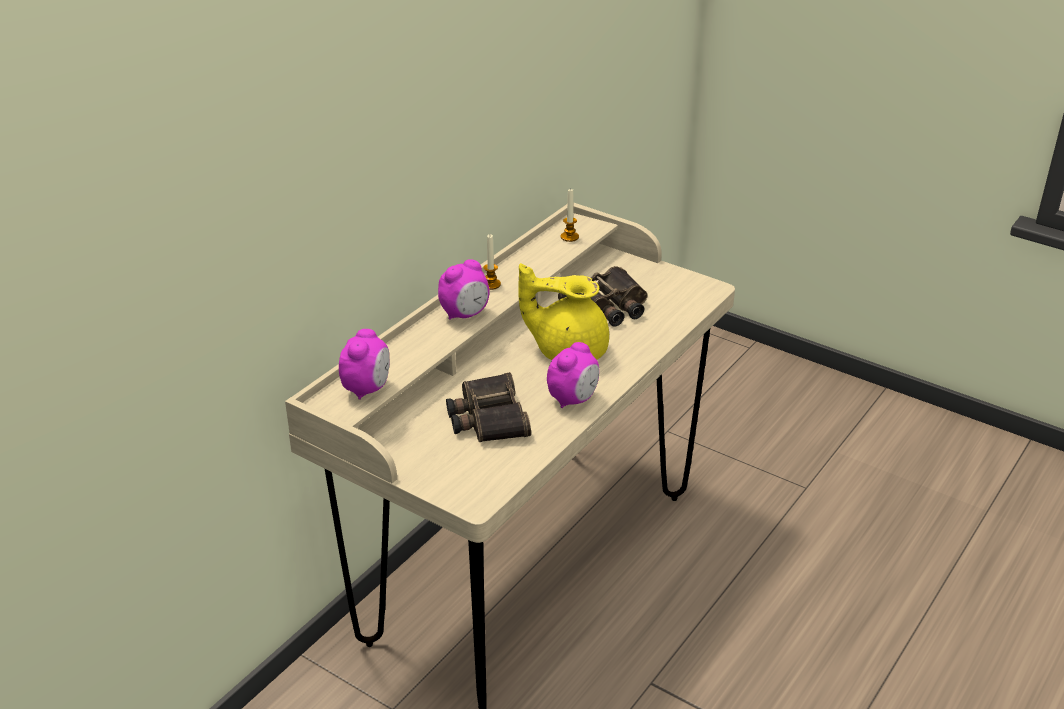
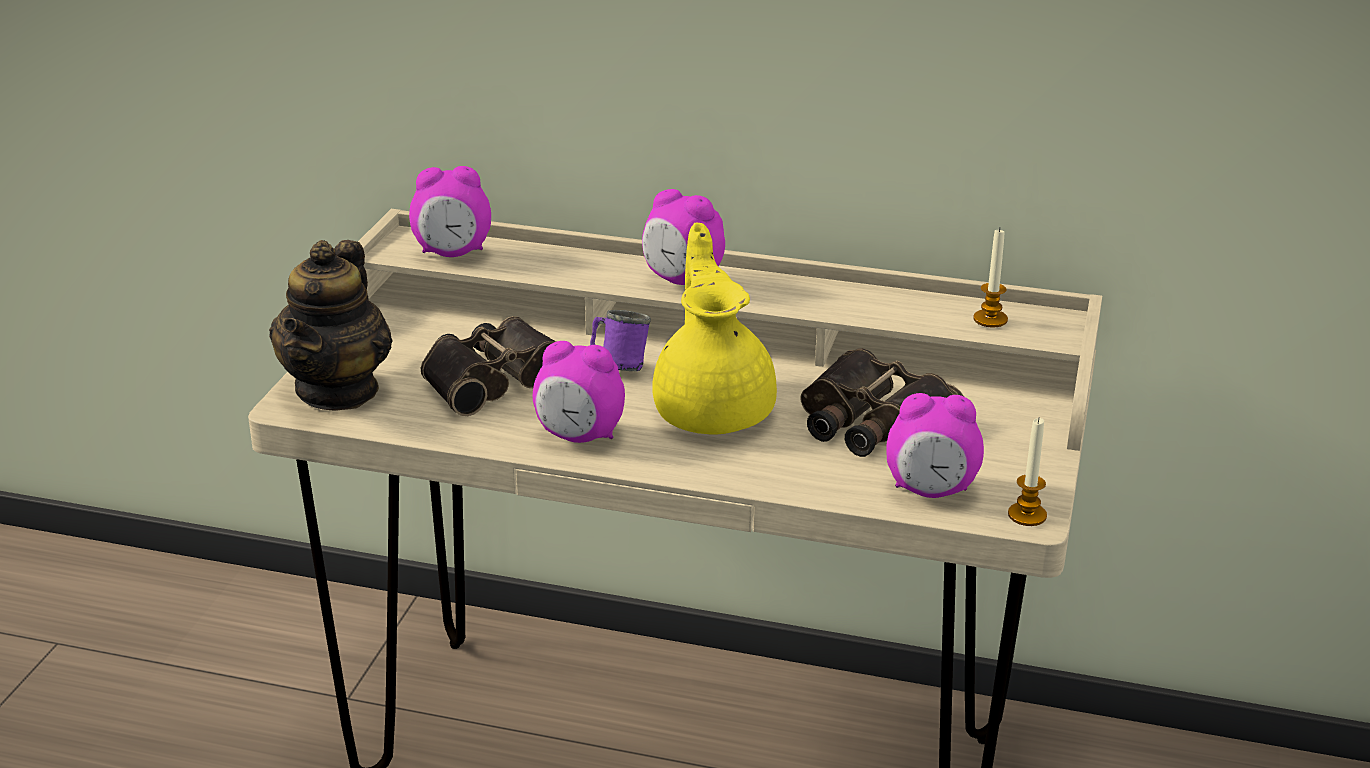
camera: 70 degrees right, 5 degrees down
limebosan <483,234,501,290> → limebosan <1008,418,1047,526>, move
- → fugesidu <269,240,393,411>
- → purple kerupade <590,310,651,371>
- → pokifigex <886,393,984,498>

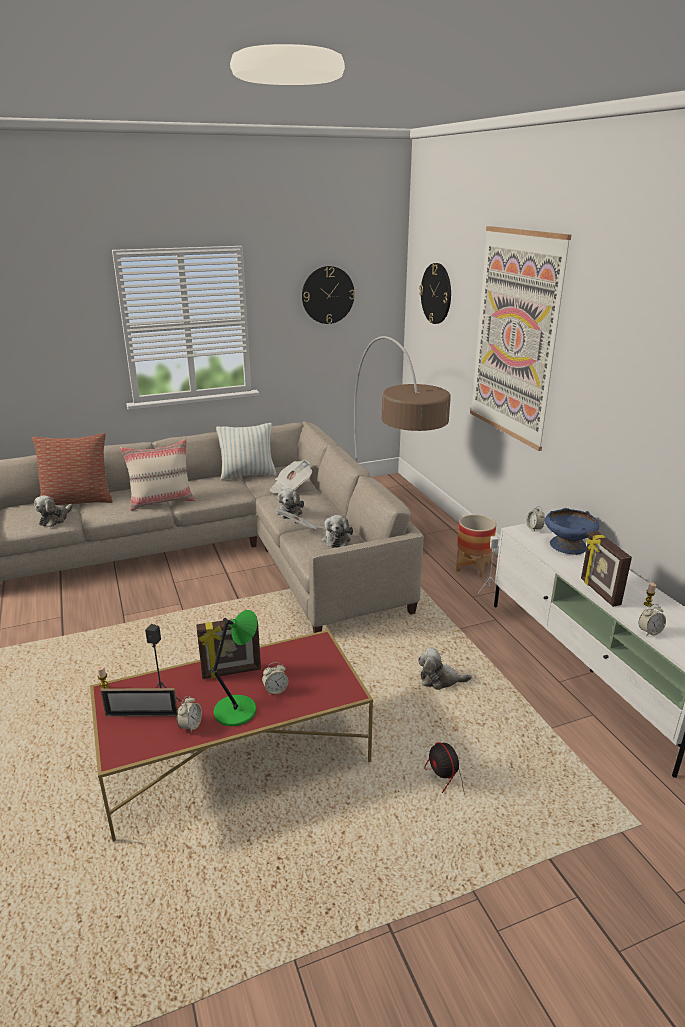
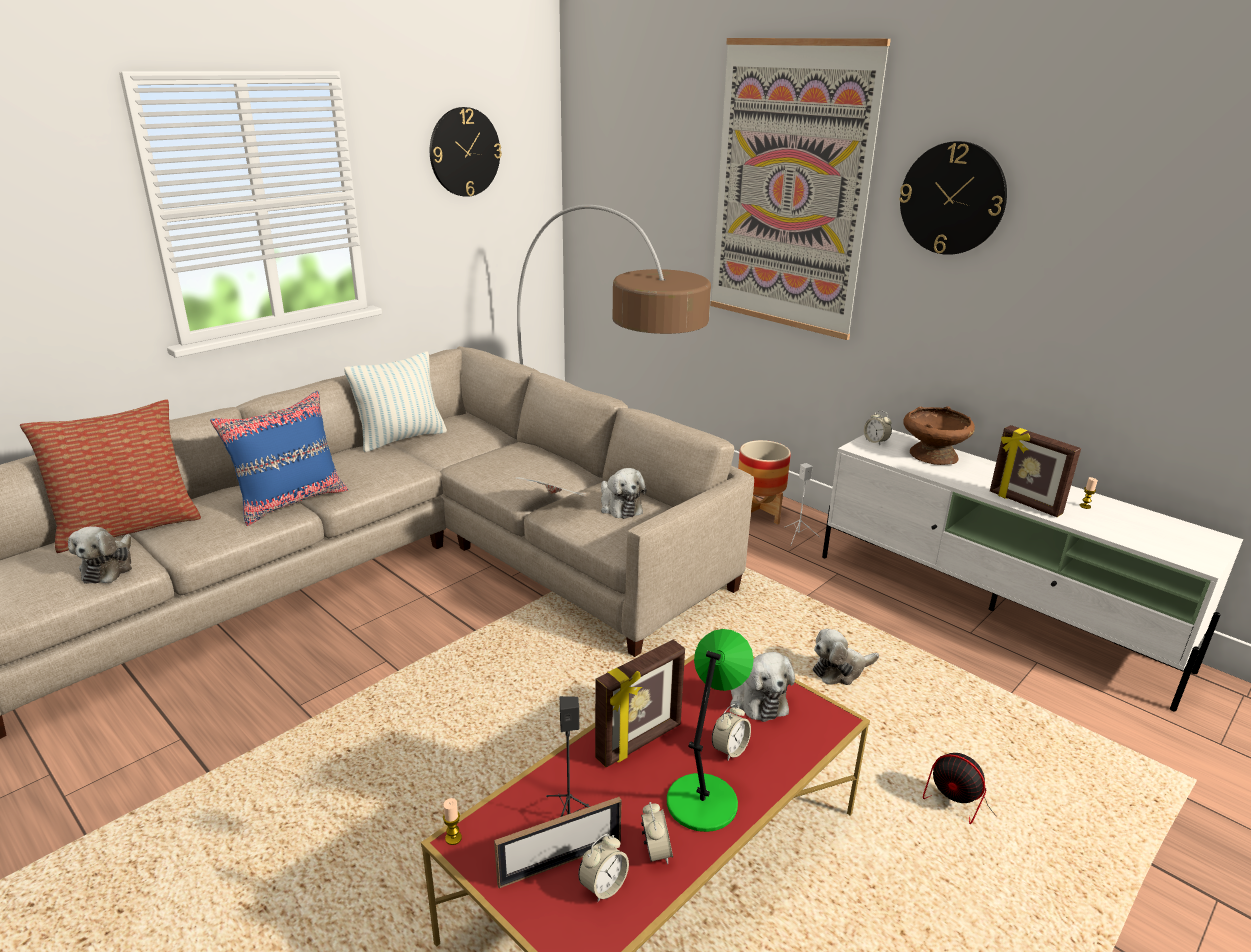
camera: 25 degrees left, 0 degrees up
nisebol <419,263,451,324> → nisebol <899,141,1007,255>, move
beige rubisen <120,439,195,511> → blue rubisen <210,391,348,526>
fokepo <269,460,312,493> → -
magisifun <277,489,304,519> → magisifun <730,652,795,722>, move
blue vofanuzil <545,508,599,555> → brown vofanuzil <903,406,975,465>
pokifigex <638,604,666,636> → pokifigex <578,834,629,902>, move

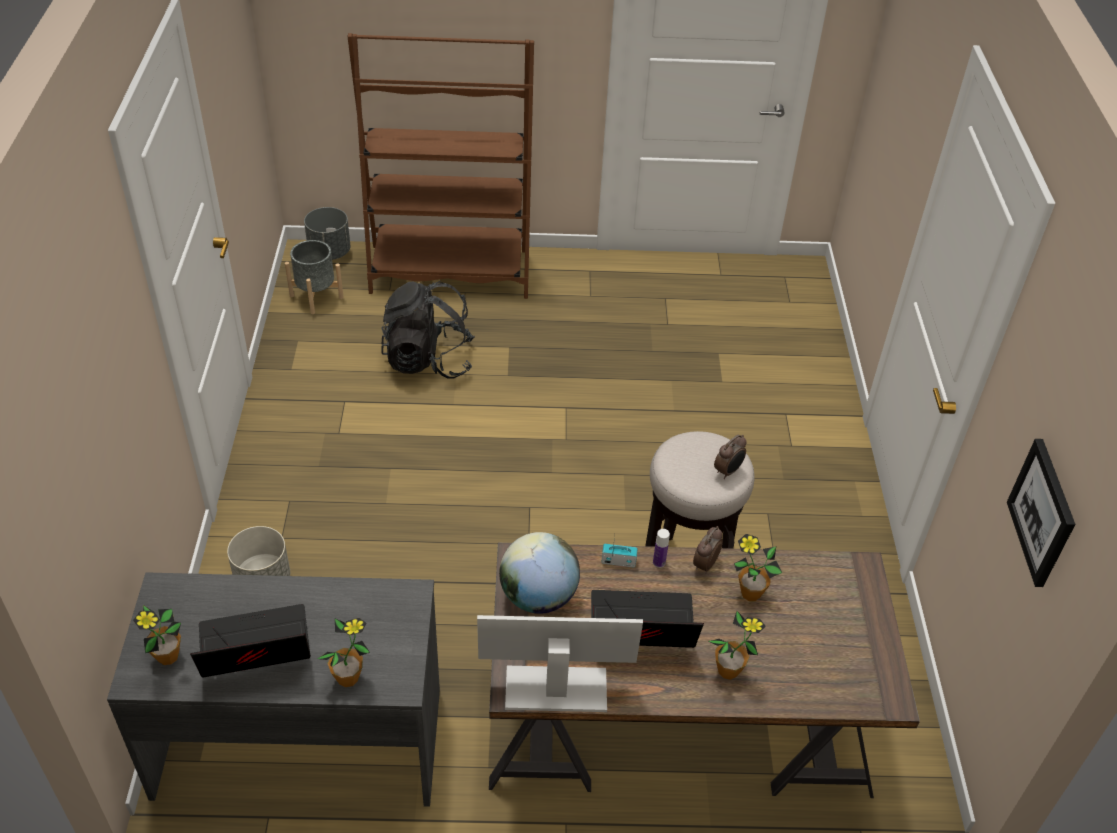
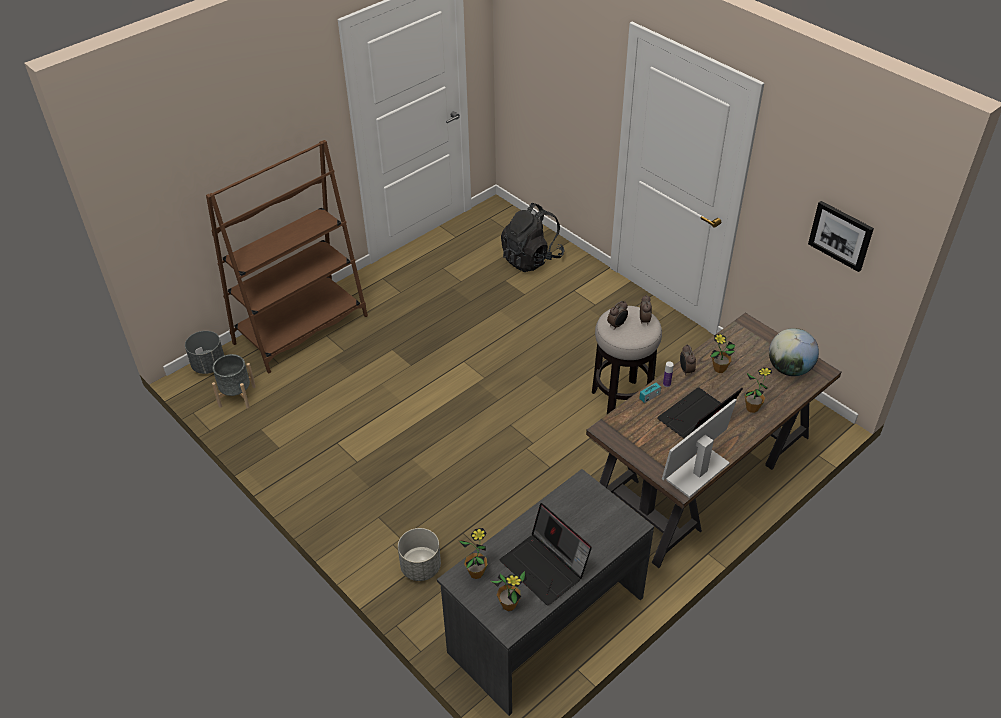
camera: 40 degrees left, 0 degrees up
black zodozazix <381,281,475,379> → black zodozazix <501,203,564,272>, move
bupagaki <499,532,580,614> → bupagaki <769,328,819,376>, move
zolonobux <190,604,311,677> → zolonobux <500,503,592,606>, 75 degrees counterclockwise
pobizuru <318,618,370,687> → pobizuru <459,528,488,579>, move
- → pokifigex <607,301,628,330>

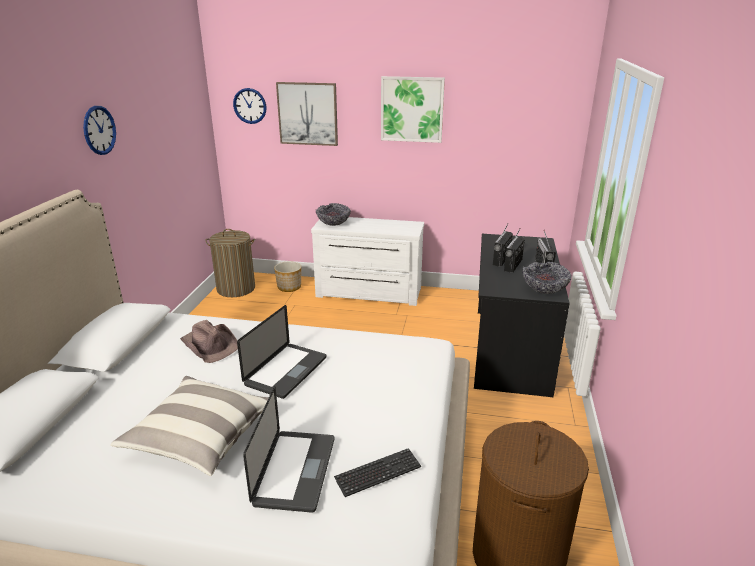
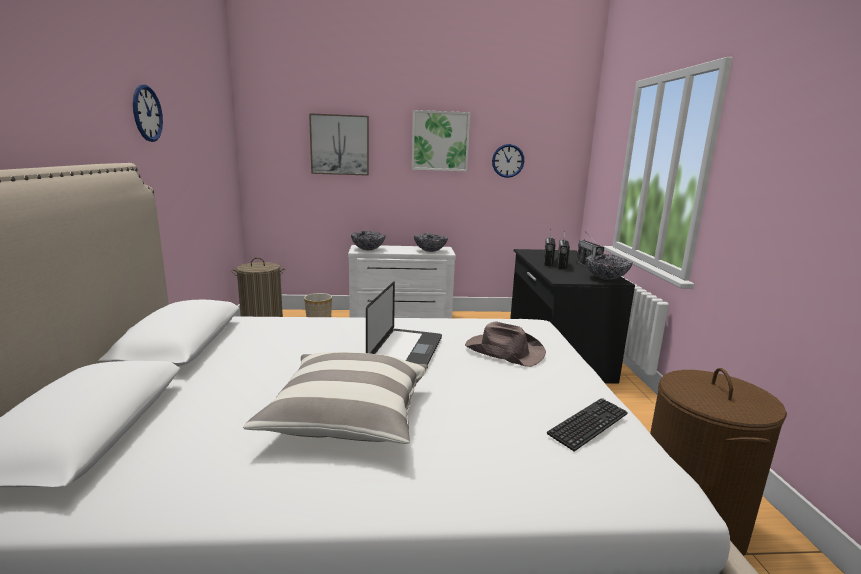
camera: 15 degrees left, 10 degrees down
nisebol <233,88,267,124> → nisebol <492,144,524,178>, move
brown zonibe <180,320,238,363> → brown zonibe <465,322,546,367>, move
zolonobux <243,386,334,513> → -
- → vofanuzil <414,233,448,252>

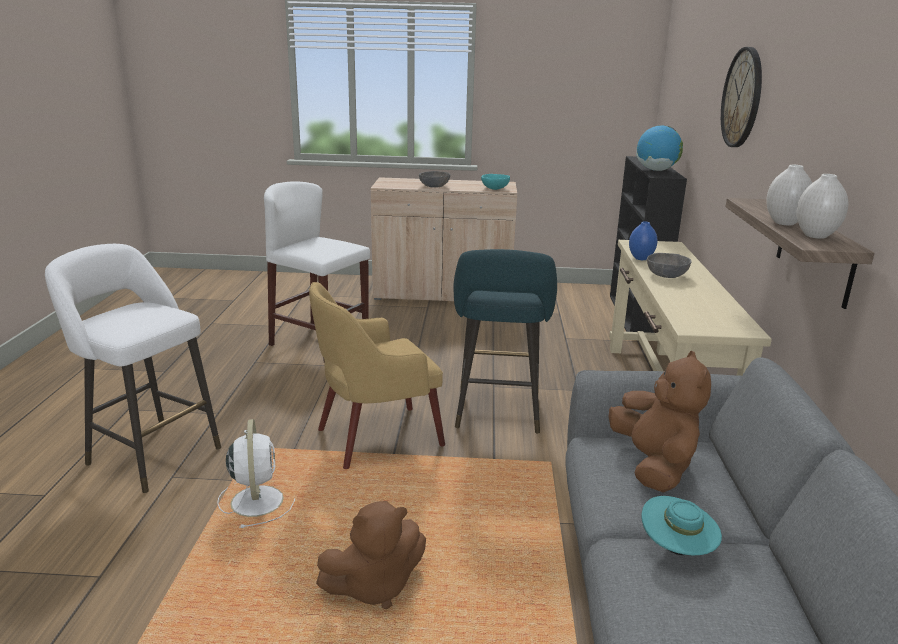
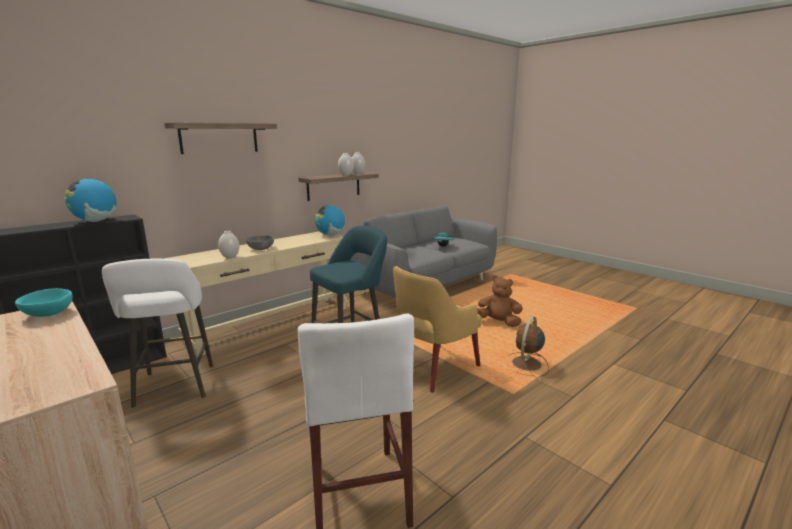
camera: 135 degrees left, 5 degrees down
nisebol <721,47,762,147> → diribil <164,122,277,154>
grey vofanuzil <419,171,450,188> → -
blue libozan <629,221,657,260> → white libozan <218,231,239,259>
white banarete <45,244,221,493> → white banarete <102,259,213,408>, move
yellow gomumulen <309,282,445,469> → yellow gomumulen <393,266,482,393>, 120 degrees clockwise
brown magisifun <609,351,711,493> → -
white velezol <217,419,295,528> → brown velezol <507,316,549,377>
- → bupagaki <315,205,345,236>

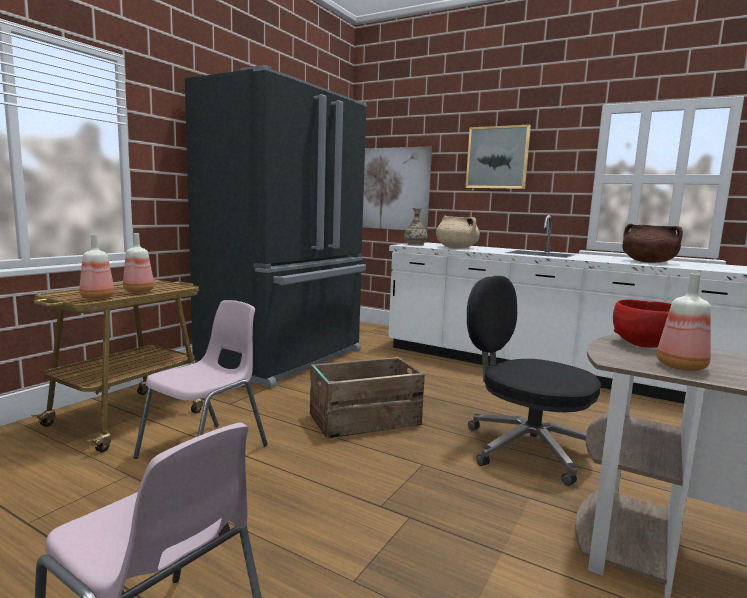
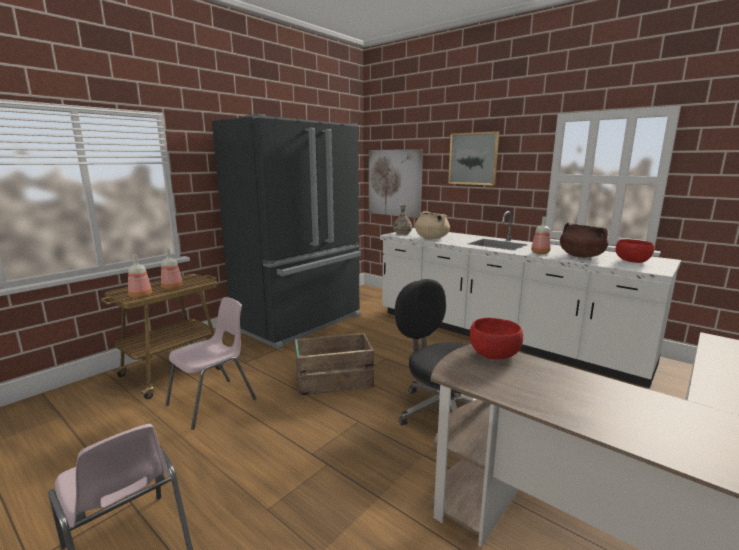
camera: 10 degrees right, 5 degrees up
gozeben <657,273,711,371> → gozeben <531,217,550,254>, move
- → red vofanuzil <616,239,654,263>

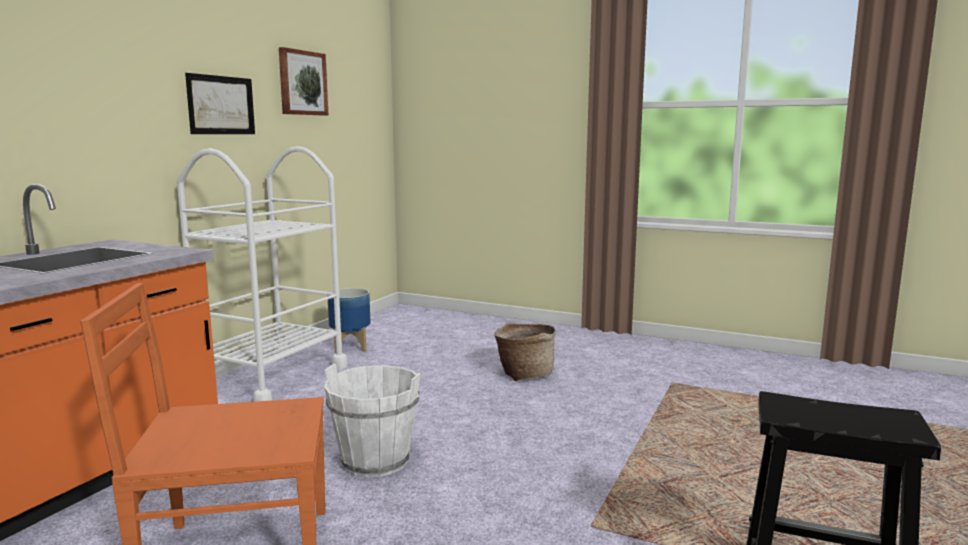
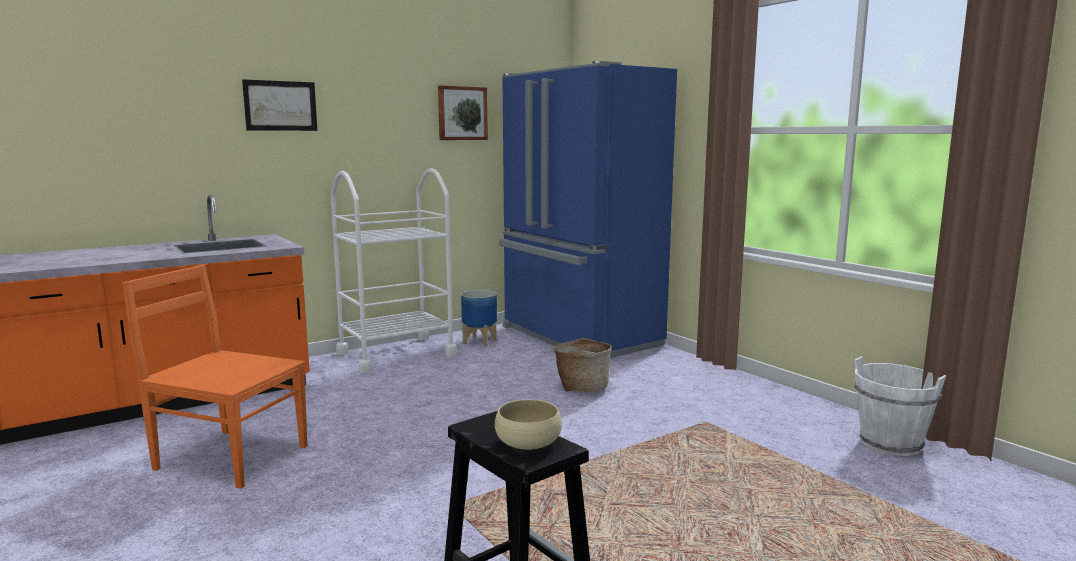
camera: 30 degrees right, 0 degrees up
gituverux <185,73,255,134> → gituverux <242,79,317,131>, move
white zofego <324,364,421,478> → white zofego <854,357,946,456>, move
- → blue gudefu <499,61,677,358>
- → beige vofanuzil <495,399,562,450>

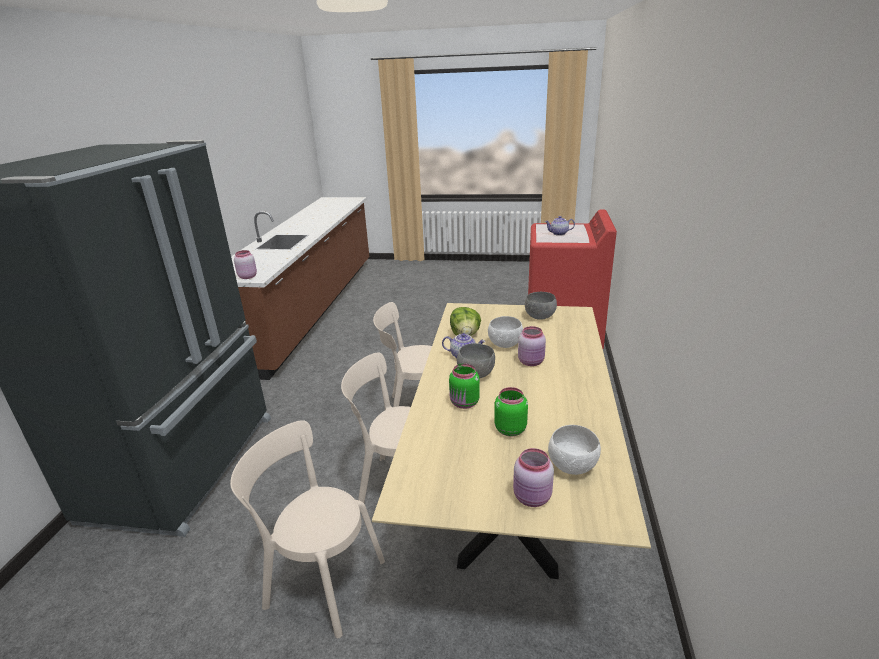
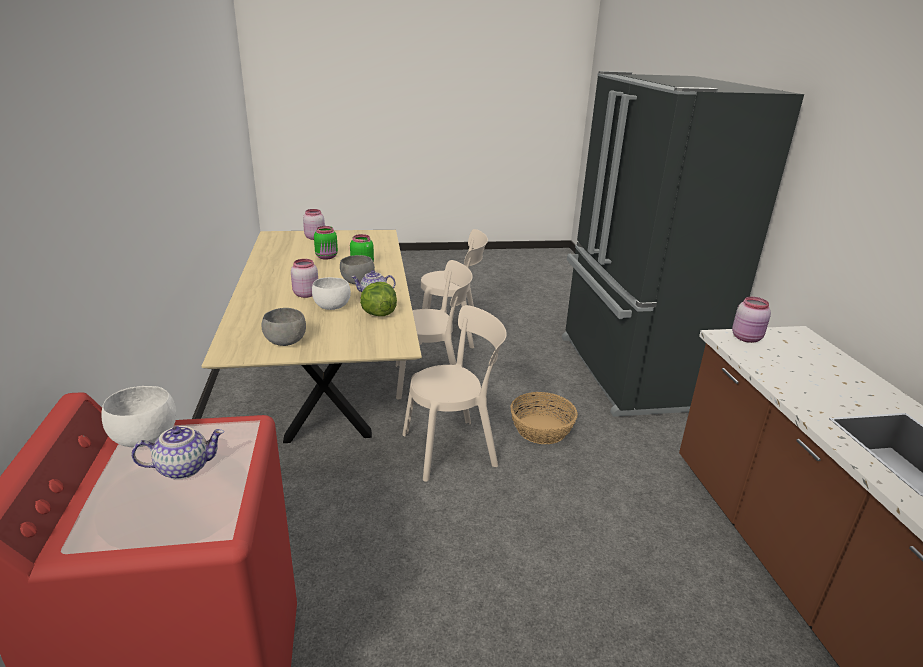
camera: 160 degrees right, 0 degrees up
white vofanuzil <548,425,601,475> → white vofanuzil <102,386,176,447>, move
- → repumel <510,392,578,444>

